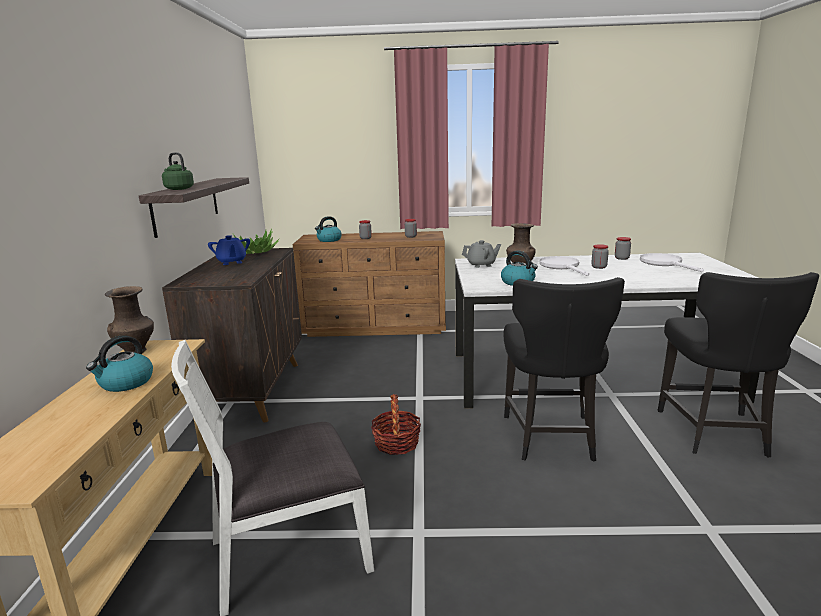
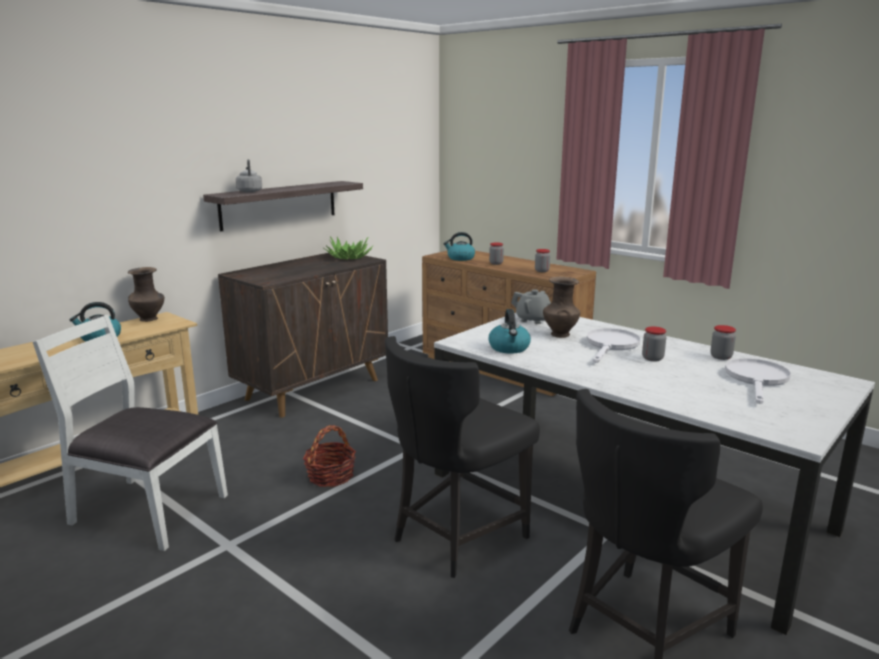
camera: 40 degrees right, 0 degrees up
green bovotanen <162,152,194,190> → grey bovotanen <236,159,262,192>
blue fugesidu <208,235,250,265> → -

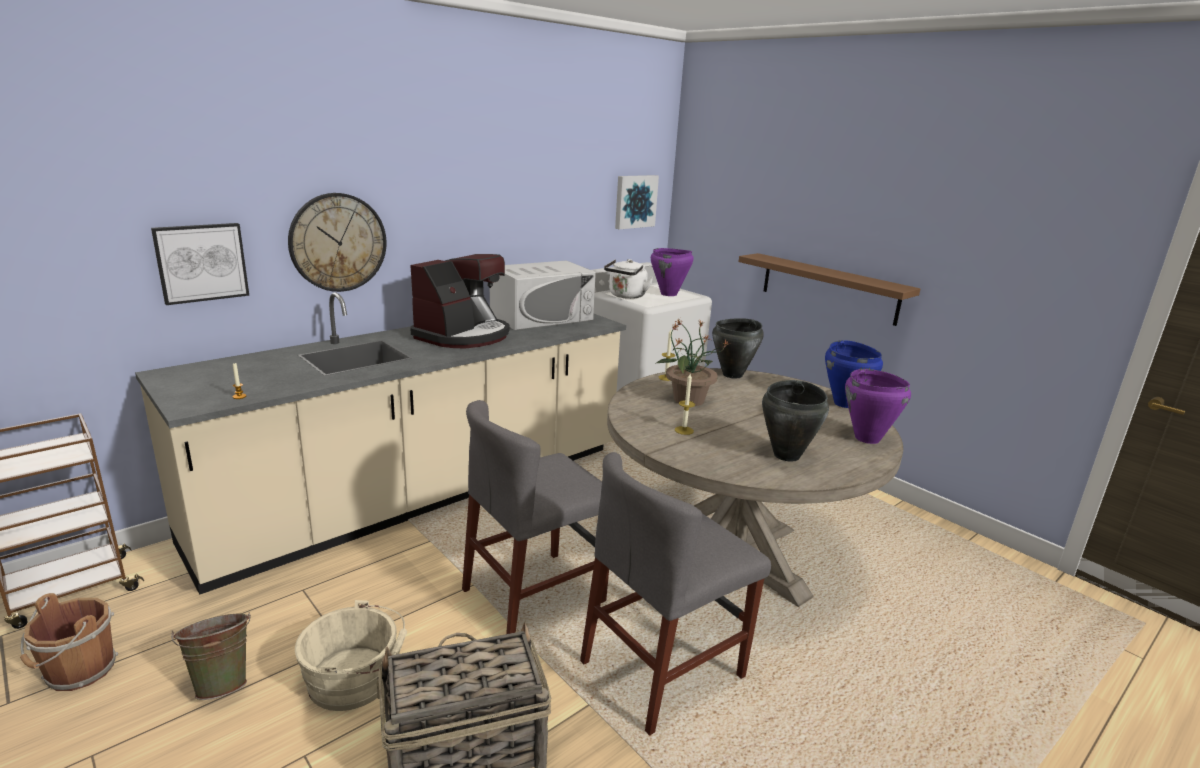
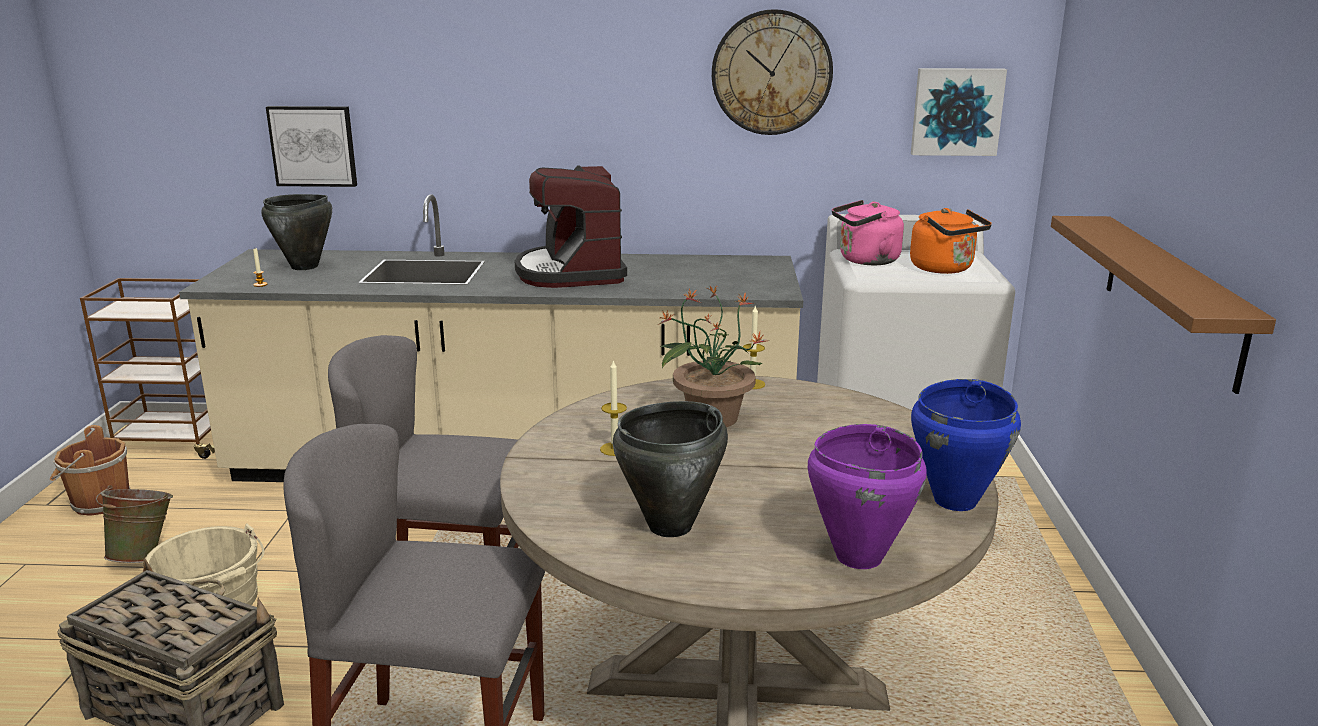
camera: 45 degrees right, 0 degrees up
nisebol <288,193,387,292> → nisebol <712,9,833,135>, move
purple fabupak <651,248,694,296> → orange bovotanen <910,208,992,274>
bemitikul <410,254,509,348> → bemitikul <515,165,627,288>, 90 degrees clockwise
white bovotanen <604,259,653,299> → pink bovotanen <832,200,904,265>
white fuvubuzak <490,260,596,330> → -
black fabupak <712,318,764,379> → black fabupak <261,194,332,270>, move

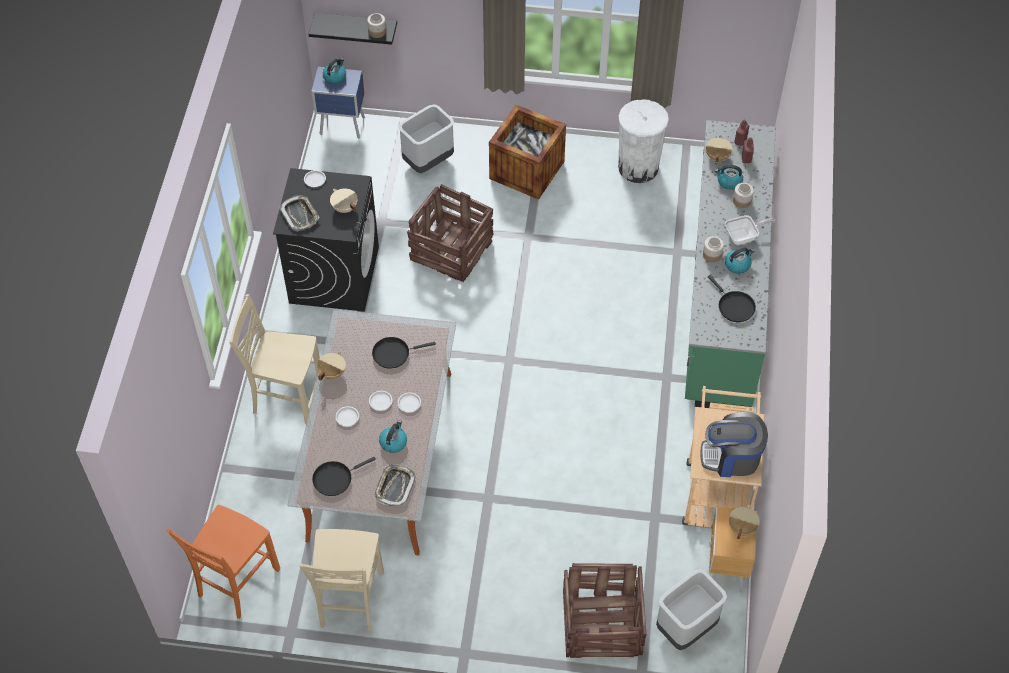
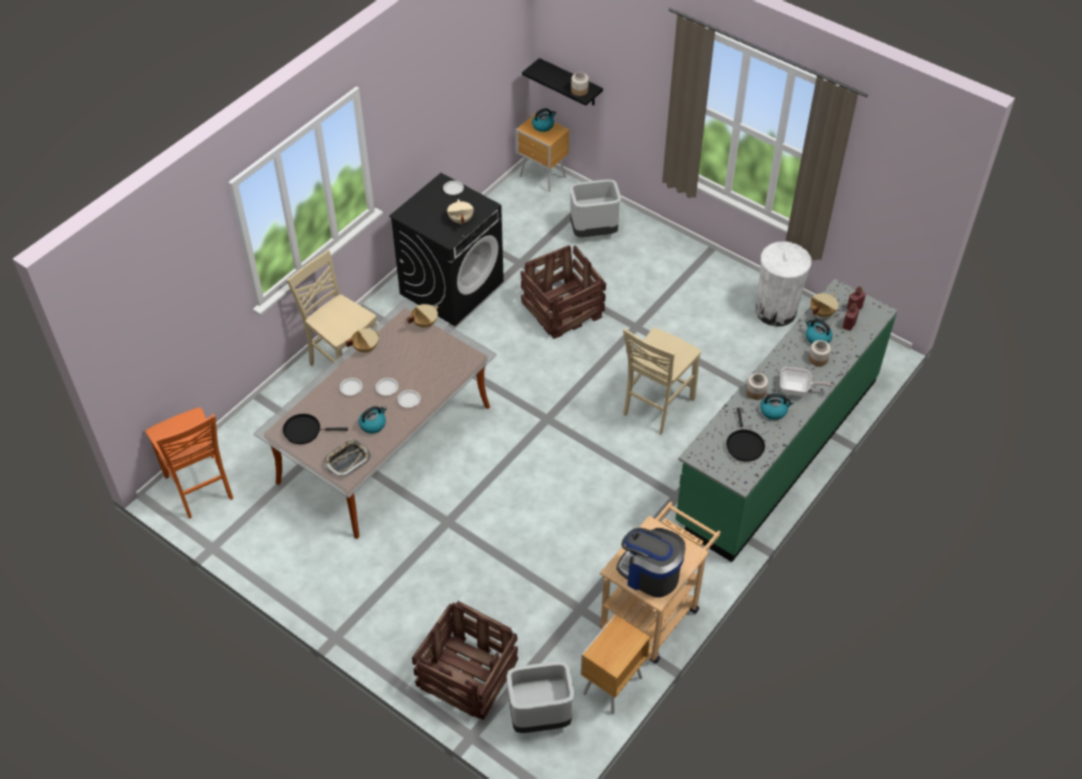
camera: 30 degrees right, 5 degrees down
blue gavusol <311,67,365,139> → brown gavusol <516,113,569,192>
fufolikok <489,105,566,200> → -
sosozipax <279,195,320,231> → -
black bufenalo <372,337,436,369> → -
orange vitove <166,505,280,619> → orange vitove <145,407,233,518>, 90 degrees counterclockwise
beige fabupak <729,505,760,540> → beige fabupak <407,304,438,328>, move
beige vitove <299,529,384,631> → beige vitove <623,328,701,435>, move

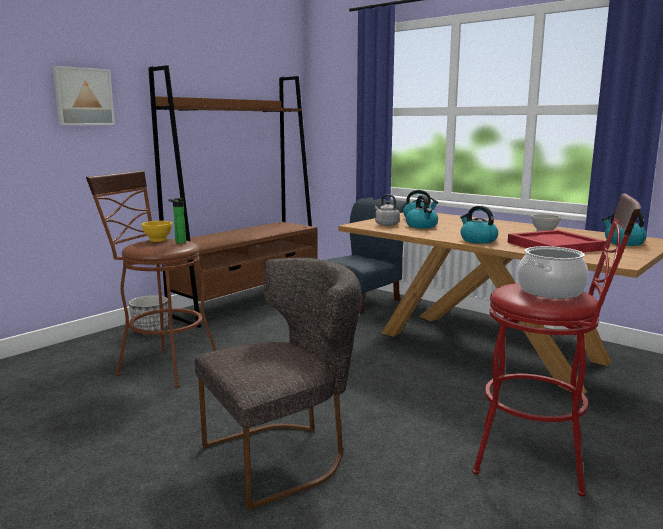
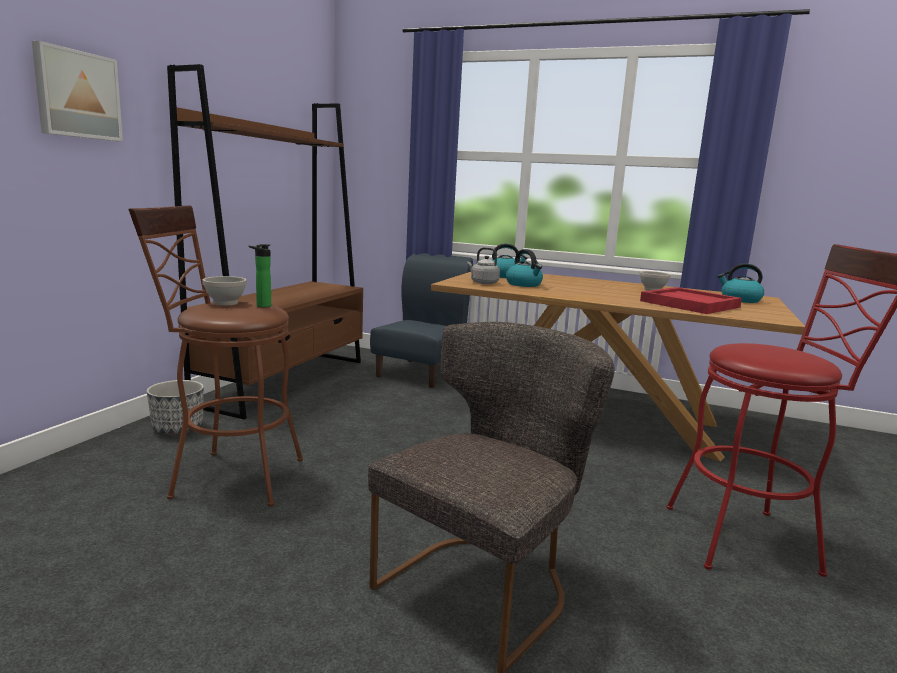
camera: 20 degrees left, 0 degrees up
bovotanen <460,206,498,243> → -
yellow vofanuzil <142,221,172,242> → white vofanuzil <203,276,247,306>
fabupak <517,246,588,299> → -

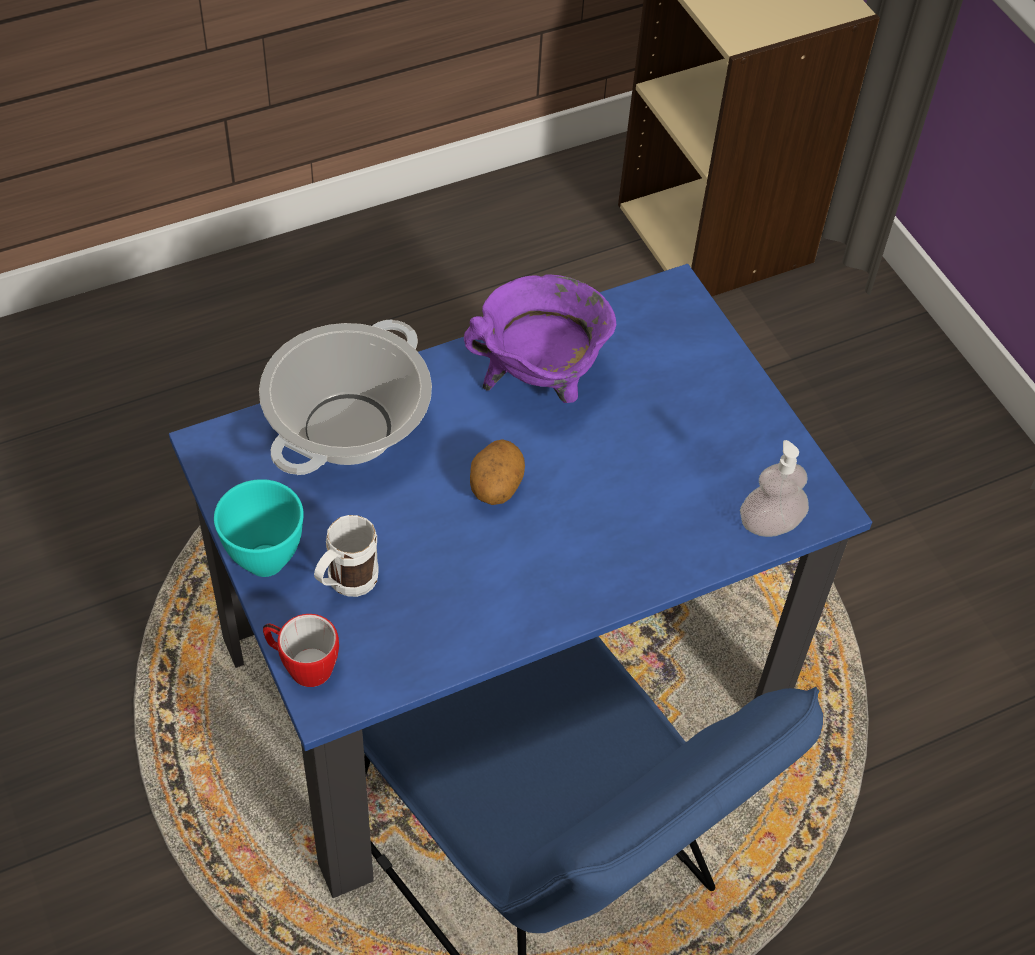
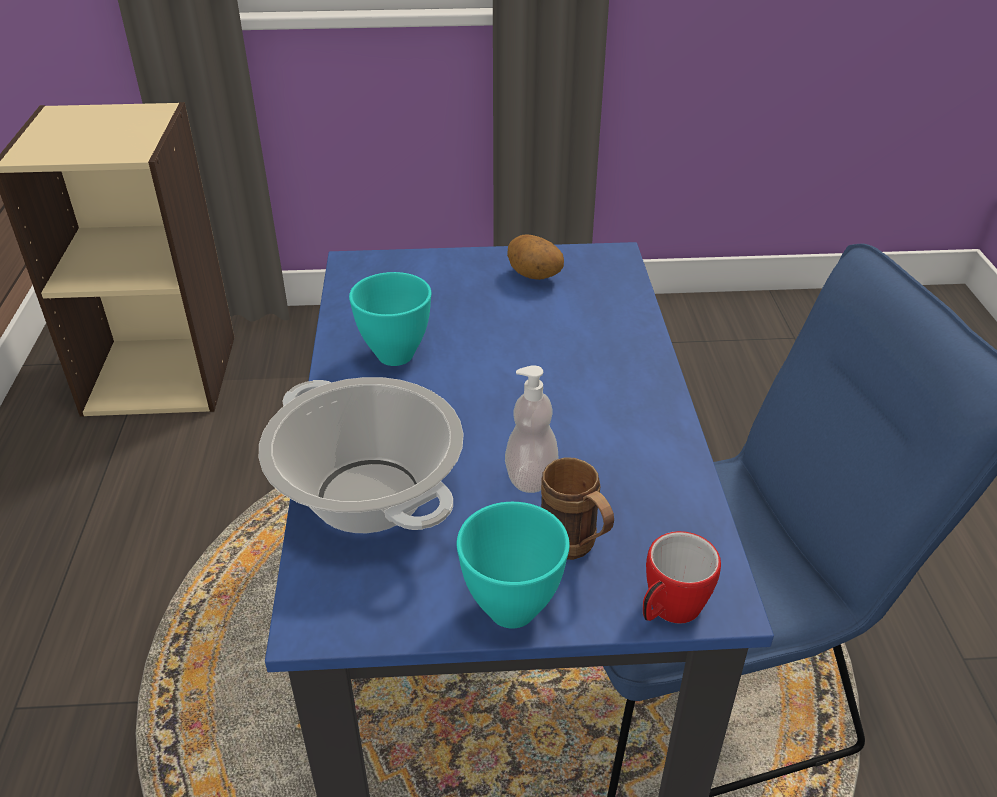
camera: 65 degrees left, 15 degrees down
purple fabupak <464,274,617,403> → turquoise vofanuzil <349,272,431,366>
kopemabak <470,439,525,505> → kopemabak <507,235,564,280>, move
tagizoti <740,440,809,537> → tagizoti <505,365,558,493>, move
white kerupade <314,515,379,597> → brown kerupade <541,458,614,560>

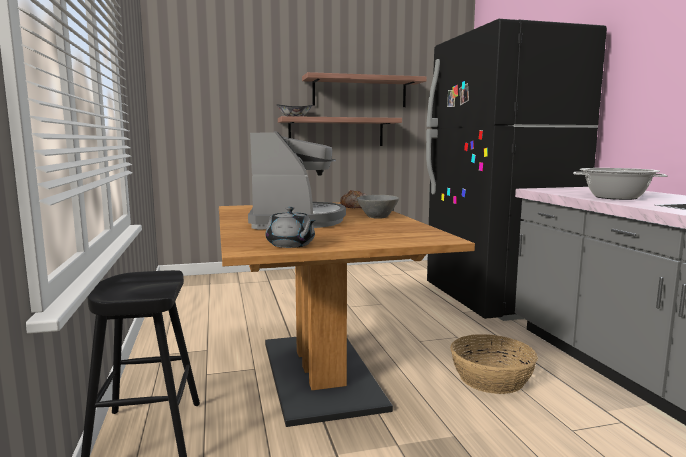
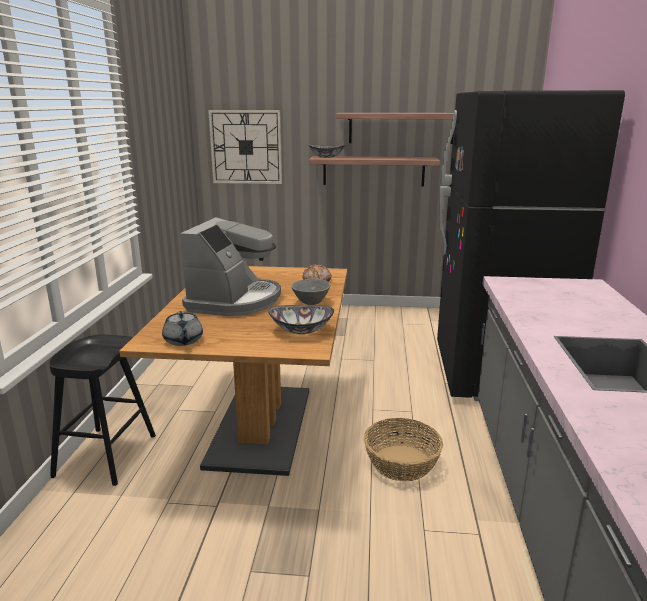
camera: 20 degrees right, 10 degrees up
fabupak <573,168,668,200> → -
- → nisebol <208,110,282,184>
- → vofanuzil <269,305,334,334>

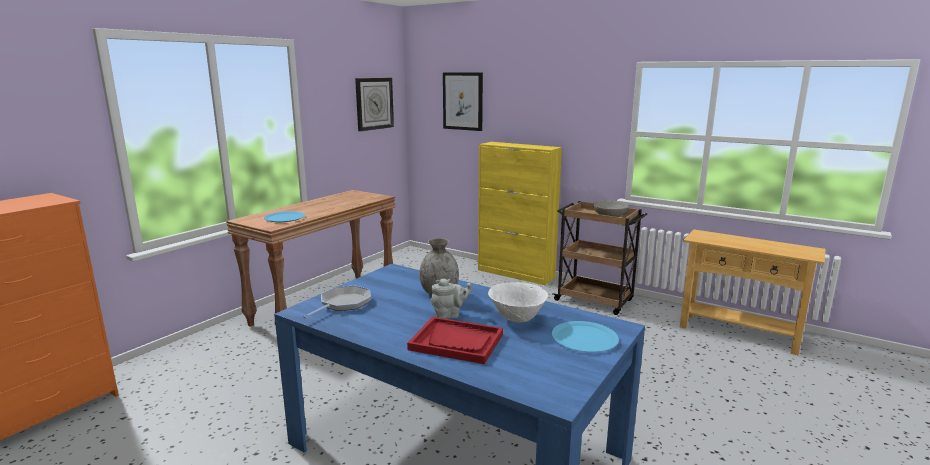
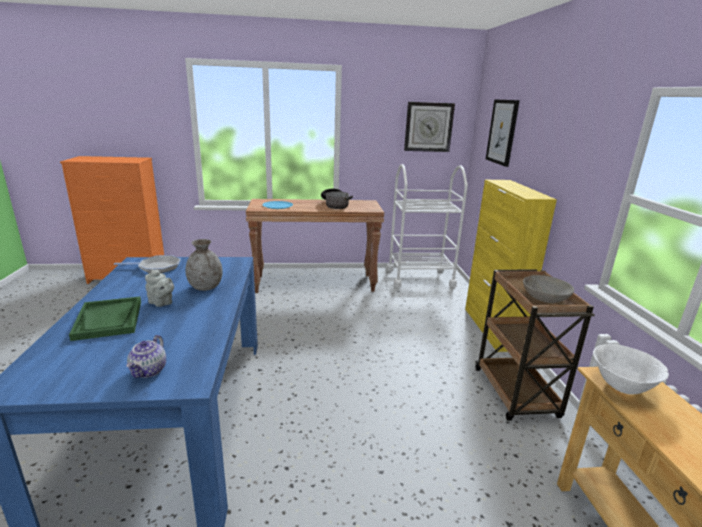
camera: 50 degrees right, 5 degrees up
white vofanuzil <488,282,548,323> → white vofanuzil <593,344,669,394>, move
red sosozipax <407,317,503,364> → green sosozipax <69,297,141,341>
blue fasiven <552,321,619,352> → fugesidu <126,335,166,378>
- → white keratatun <387,164,468,288>
- → fabupak <321,189,353,209>

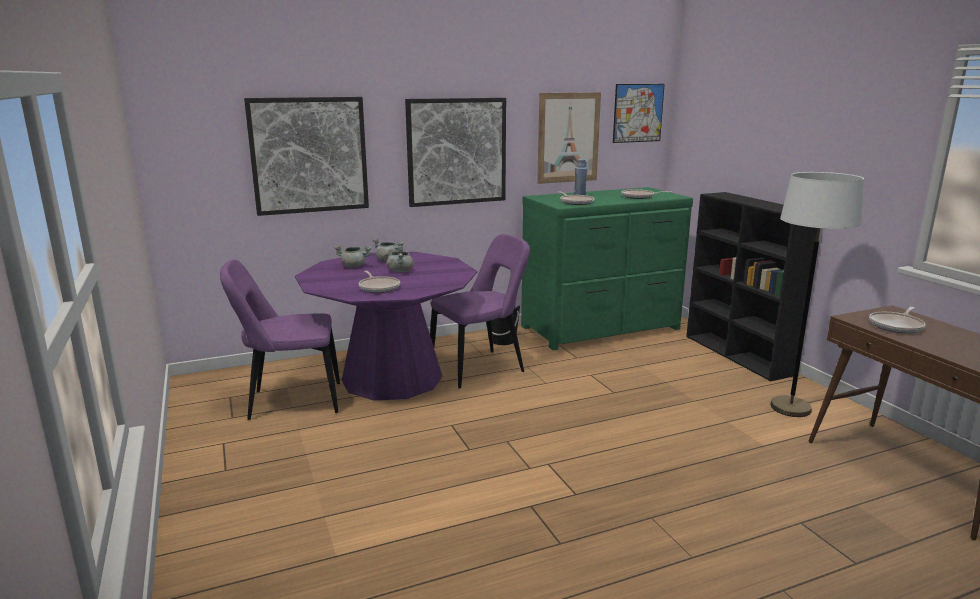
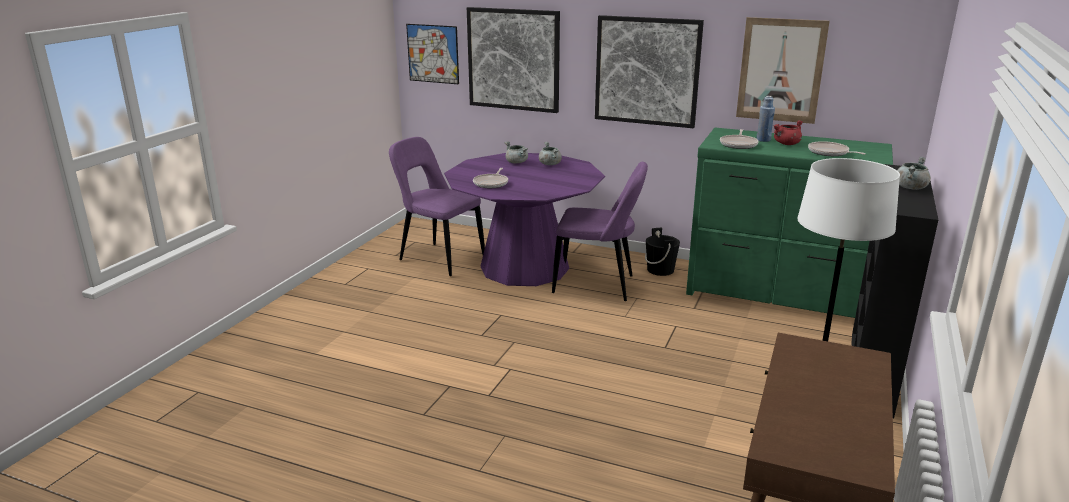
camera: 45 degrees right, 5 degrees up
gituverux <613,84,665,143> → gituverux <406,24,459,84>, move
grey fabupak <386,245,413,272> → grey fabupak <897,157,931,190>, move
bufenalo <869,307,926,333> → -
- → red fabupak <774,120,803,145>

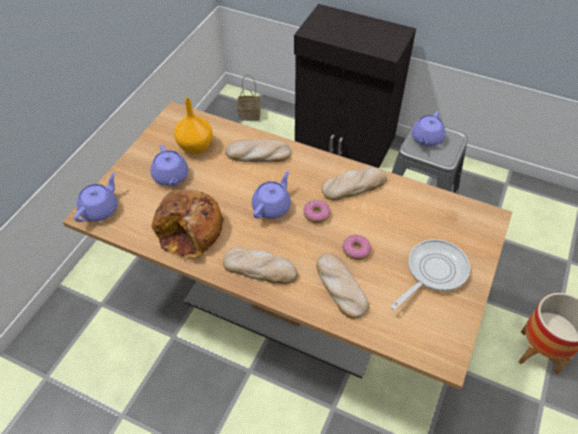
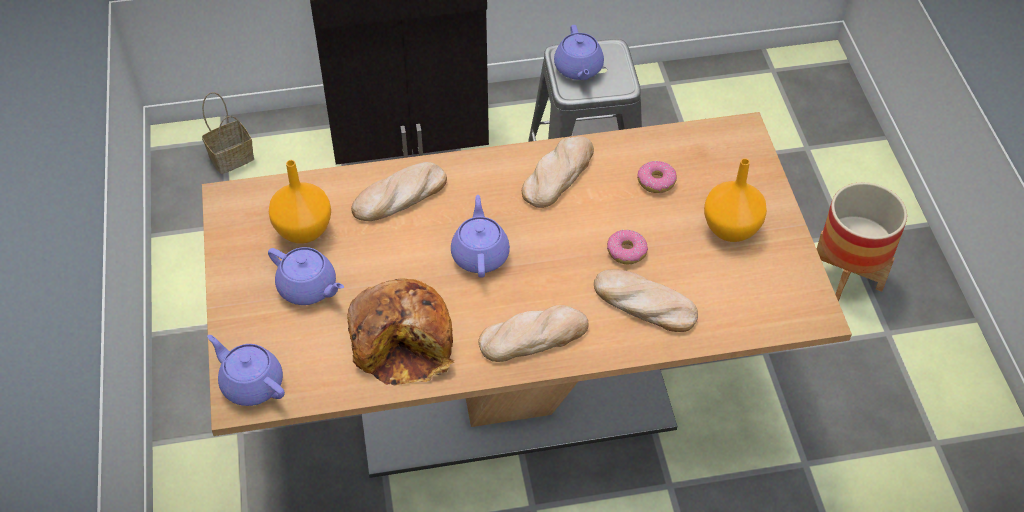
camera: 35 degrees left, 0 degrees up
purple fugesidu <74,172,118,222> → purple fugesidu <207,335,285,406>, 45 degrees counterclockwise
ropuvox <304,200,330,223> → ropuvox <637,161,677,193>, move
bufenalo <390,239,470,310> → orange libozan <704,158,767,242>

